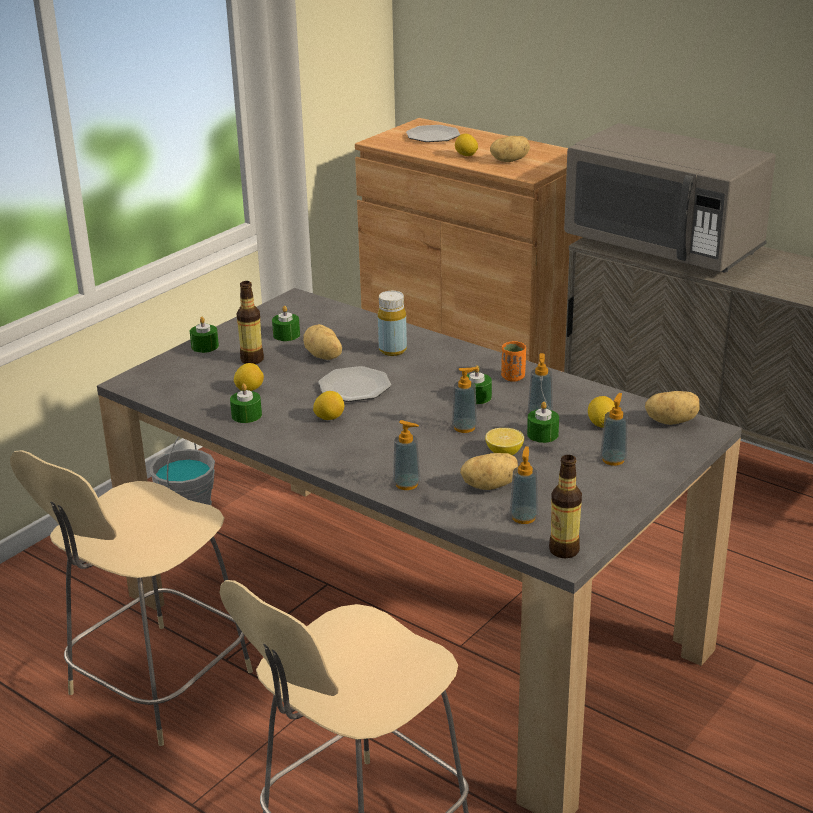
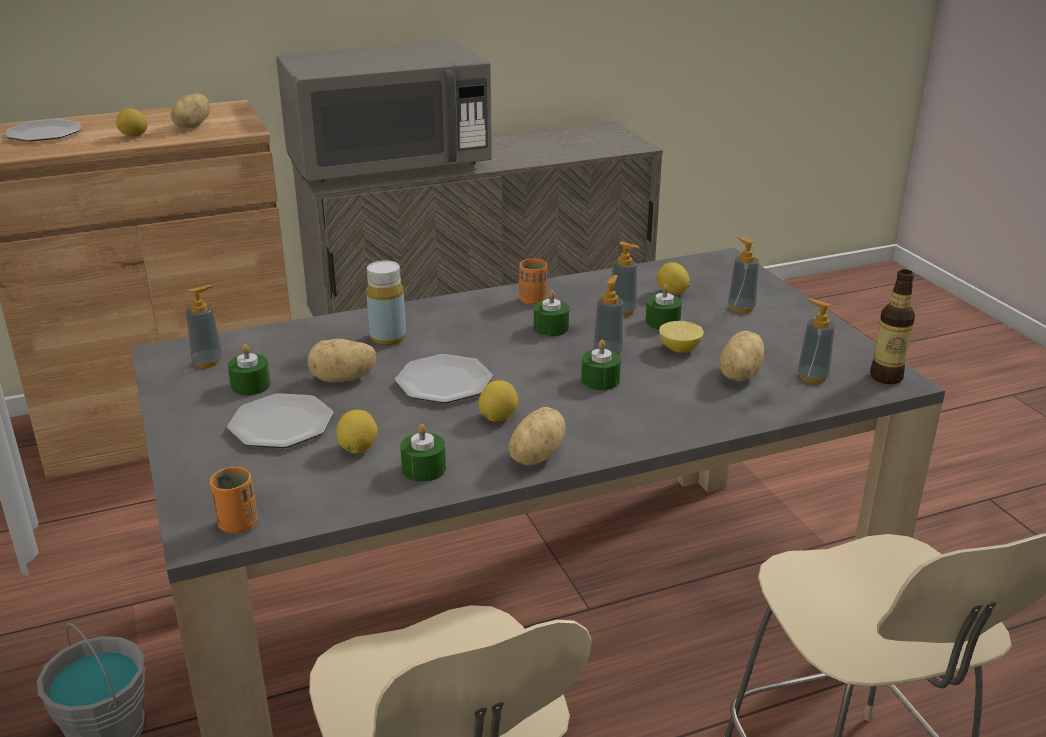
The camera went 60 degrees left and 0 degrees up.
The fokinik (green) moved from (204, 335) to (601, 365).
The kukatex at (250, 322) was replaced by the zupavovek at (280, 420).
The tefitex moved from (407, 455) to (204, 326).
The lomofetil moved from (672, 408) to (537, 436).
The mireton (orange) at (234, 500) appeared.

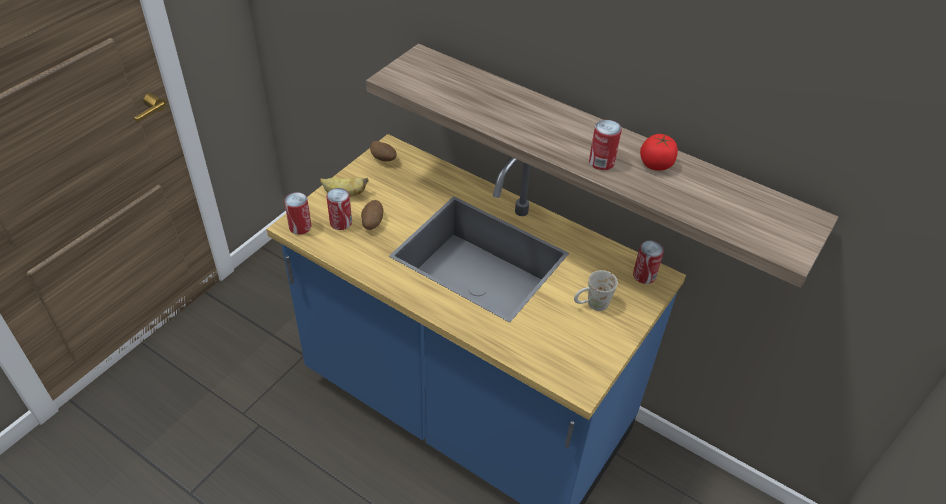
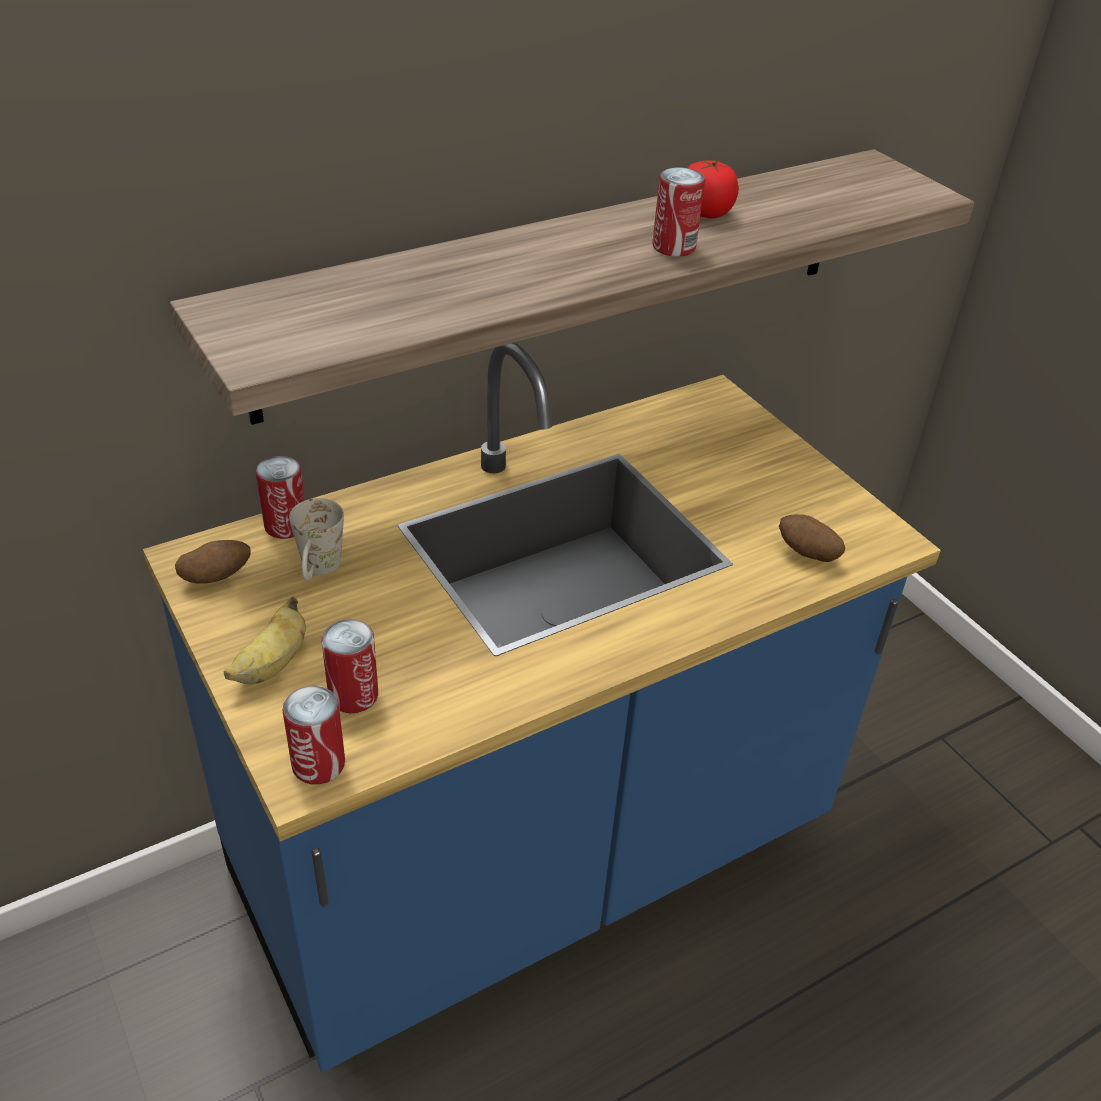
The camera went 65 degrees left and 5 degrees down.
The lomofetil moved from (372, 215) to (812, 538).
The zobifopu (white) moved from (596, 290) to (316, 539).
The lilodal moved from (648, 262) to (280, 497).

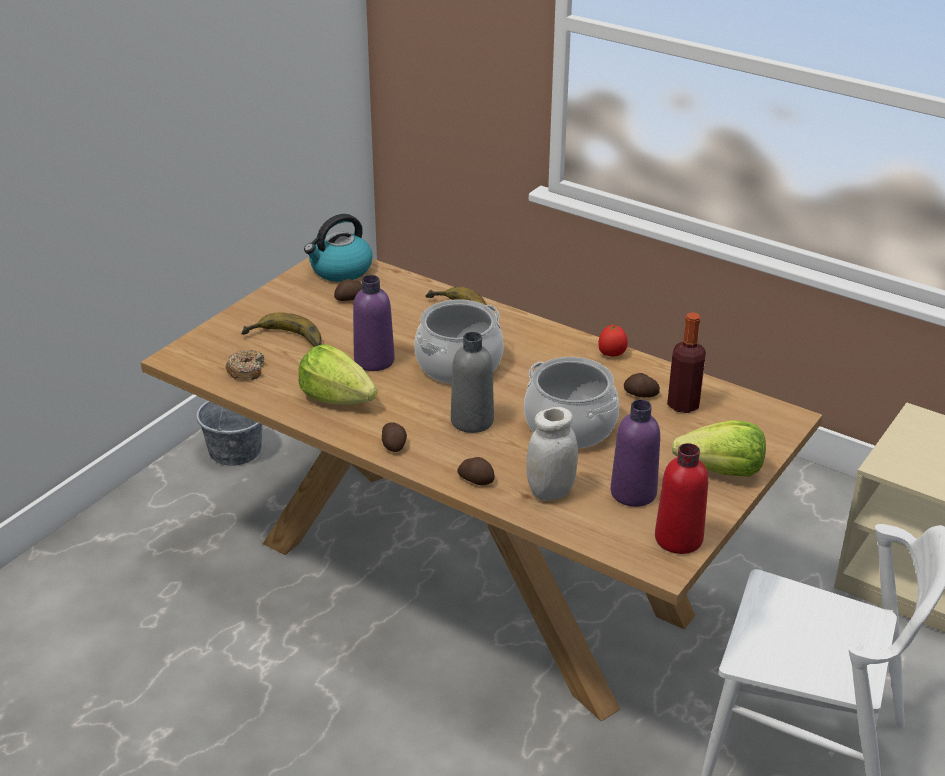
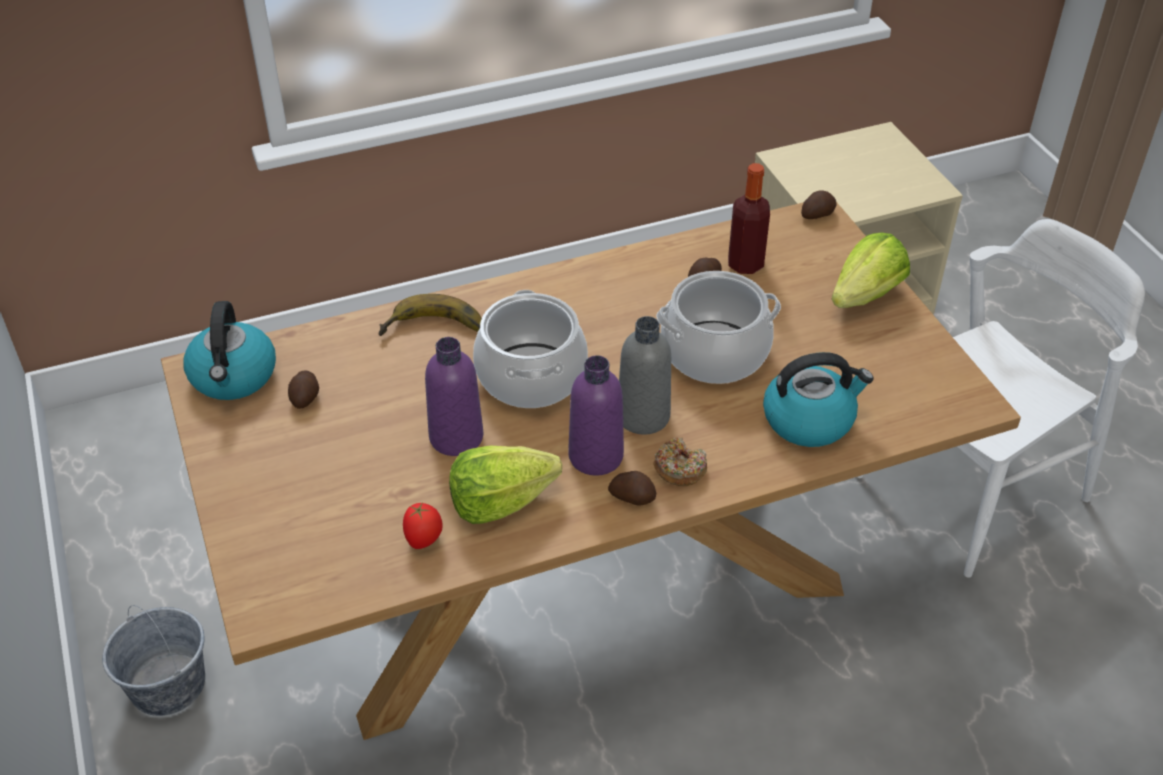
The camera went 55 degrees left and 10 degrees up.
The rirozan moved from (245, 365) to (680, 462).
The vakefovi at (281, 330) disappeared.
The lomofetil moved from (476, 471) to (819, 204).
The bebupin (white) at (552, 454) was replaced by the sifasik at (818, 399).
The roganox moved from (613, 341) to (423, 525).
The kukatex (purple) moved from (635, 453) to (596, 415).
The kukatex (red) at (681, 498) disappeared.

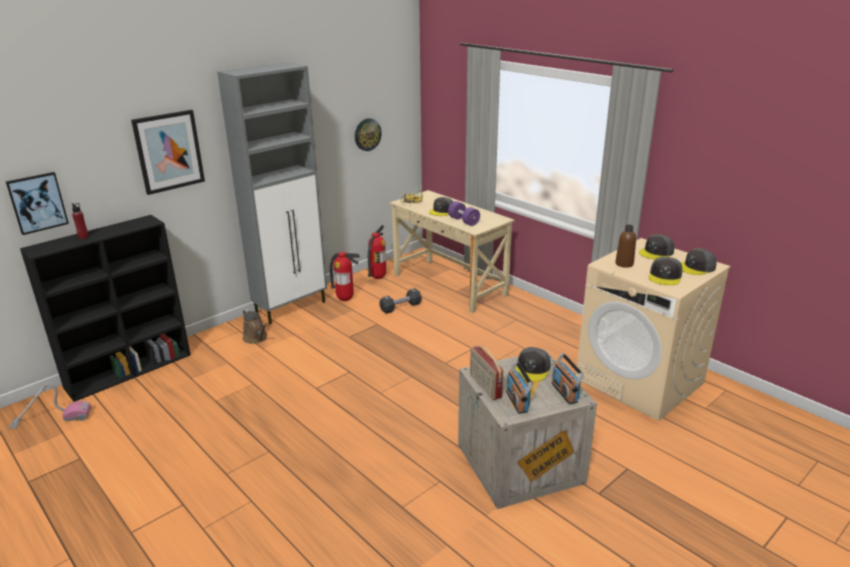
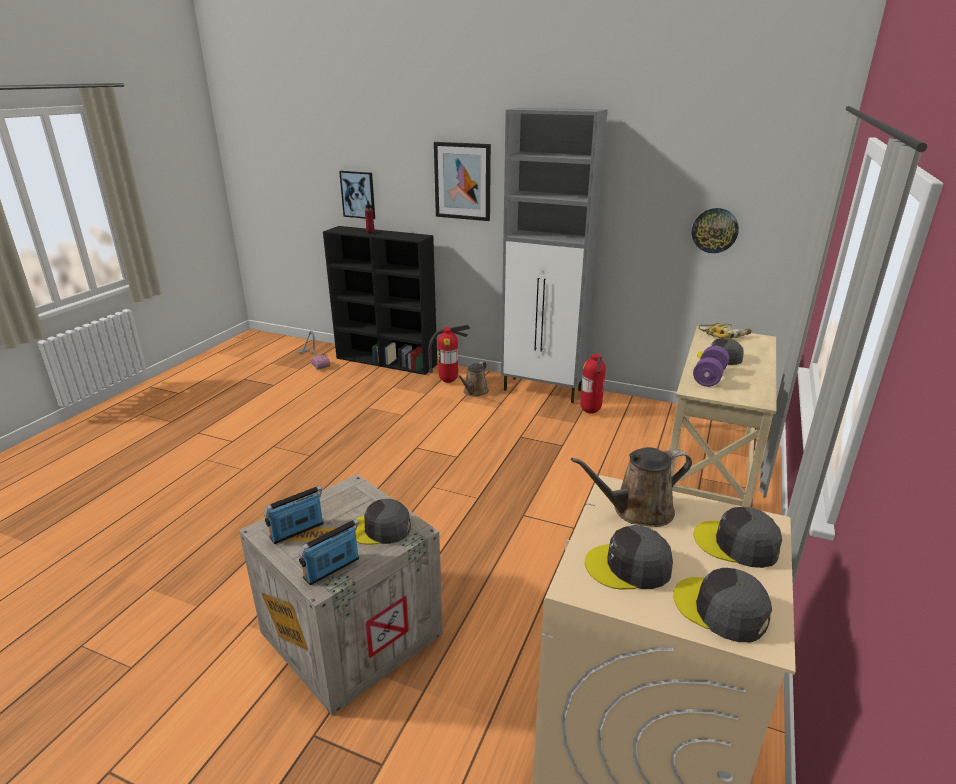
The camera went 65 degrees right and 0 degrees up.
The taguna moved from (377, 252) to (449, 354).
The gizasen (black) at (400, 301) disappeared.
The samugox at (486, 373) disappeared.
The kukatex (brown) at (626, 246) was replaced by the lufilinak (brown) at (631, 487).

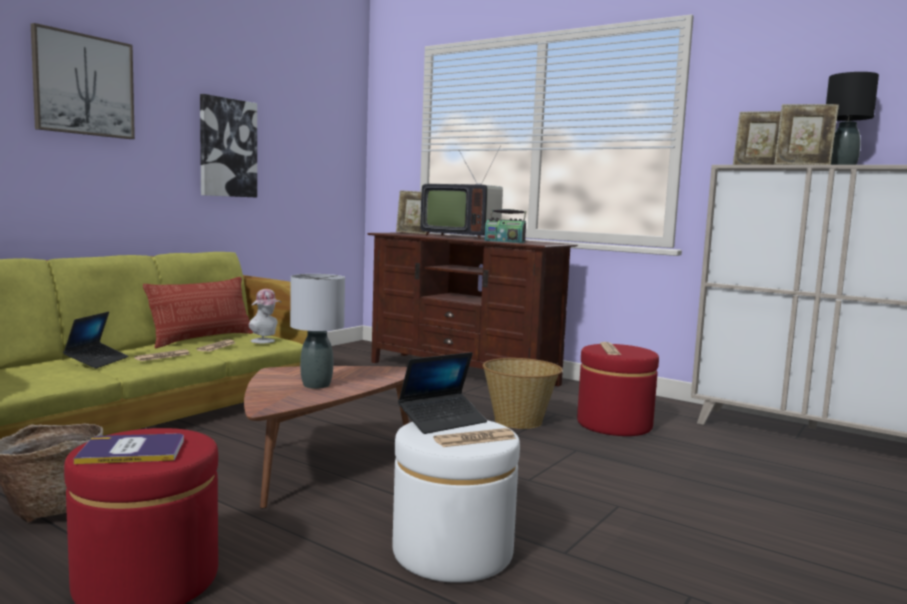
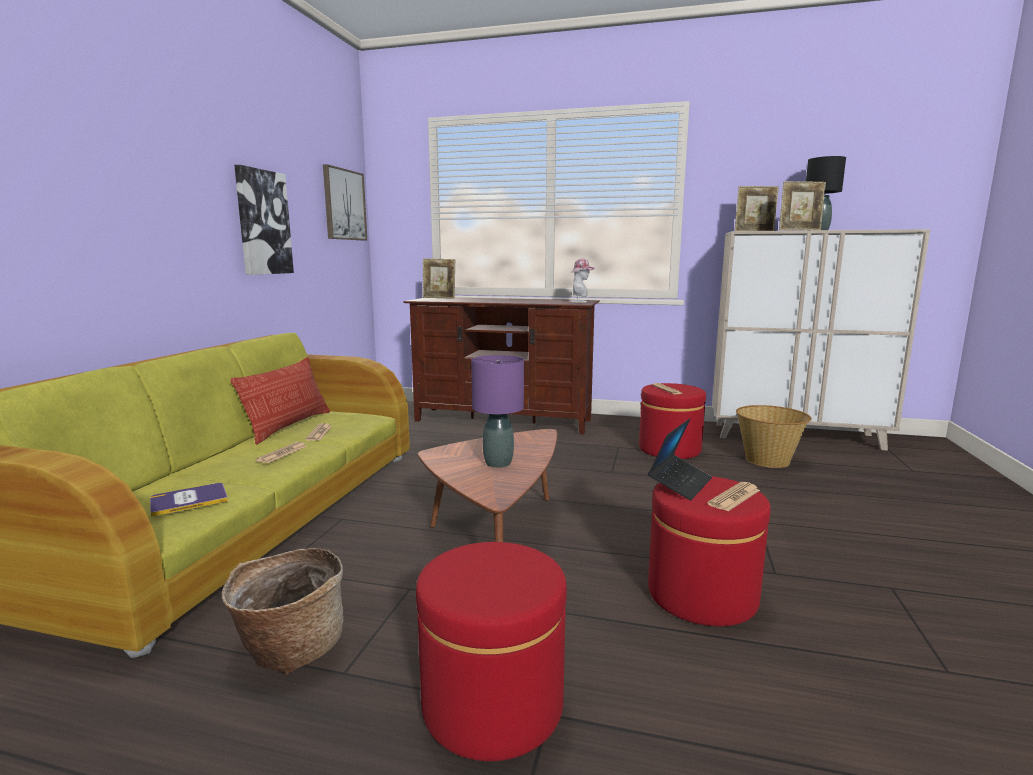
The camera went 20 degrees left and 5 degrees up.
The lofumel moved from (83, 81) to (345, 202).
The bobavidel at (96, 340) disappeared.
The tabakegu moved from (129, 449) to (189, 500).
The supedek moved from (264, 316) to (582, 281).
The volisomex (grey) at (317, 331) became the volisomex (purple) at (497, 411).
The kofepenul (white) at (456, 501) became the kofepenul (red) at (709, 551).
The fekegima at (461, 192) disappeared.
The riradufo moved from (523, 393) to (773, 436).
The samugox at (505, 226) disappeared.

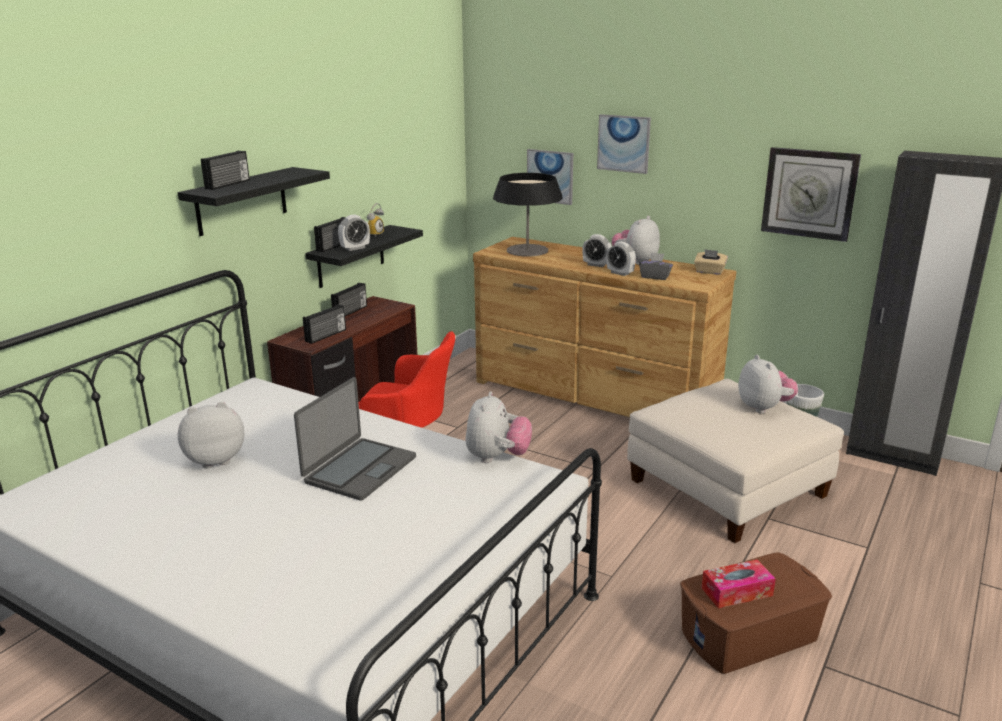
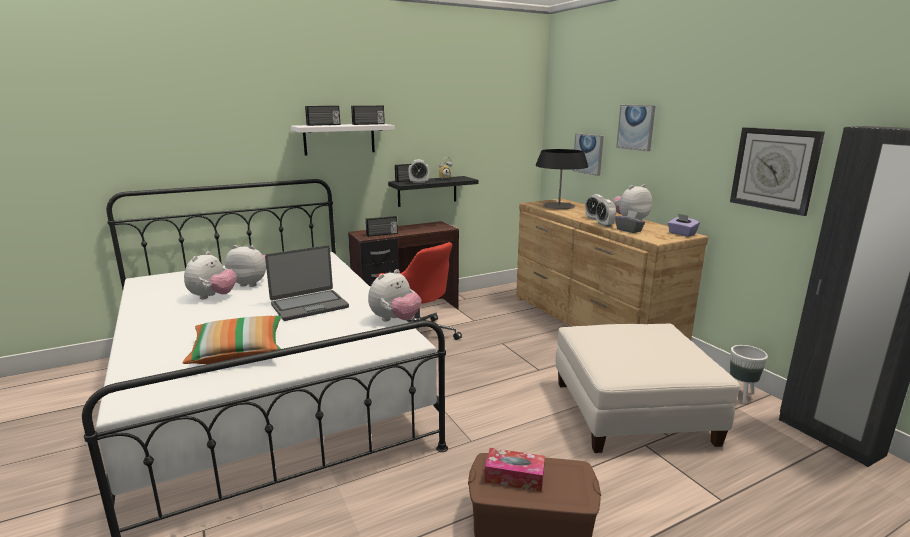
The camera went 30 degrees right and 5 degrees down.
The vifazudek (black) at (254, 201) became the vifazudek (white) at (343, 139).
The samugox moved from (349, 299) to (368, 115).
The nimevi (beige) at (711, 262) became the nimevi (purple) at (684, 225).
The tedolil moved from (768, 384) to (210, 275).
The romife at (232, 340) appeared.

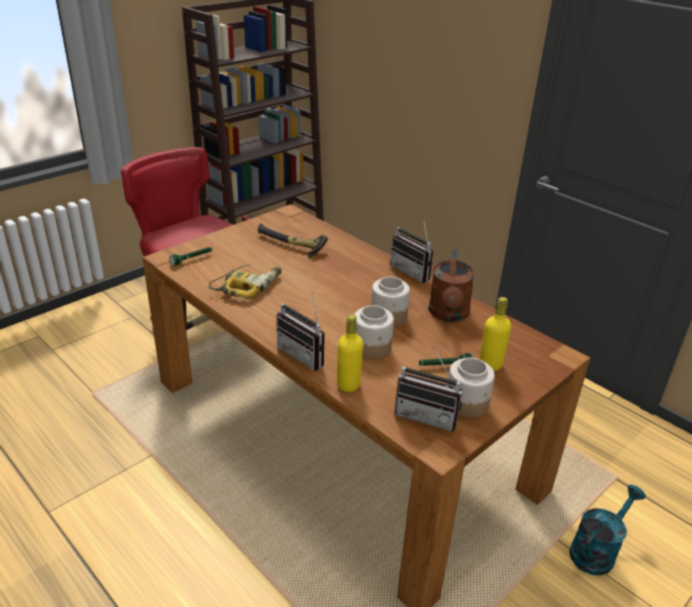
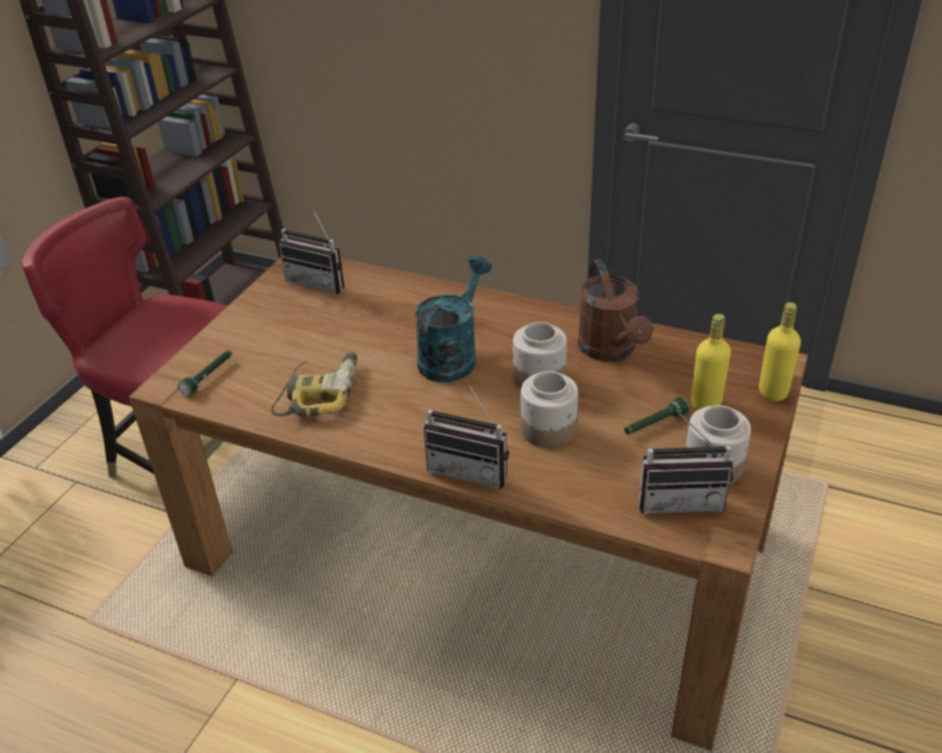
The camera went 20 degrees left and 5 degrees up.
The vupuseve at (293, 241) disappeared.
The kukatex (yellow) moved from (350, 353) to (780, 351).
The samugox moved from (411, 250) to (311, 251).
The lufilinak (turquoise) moved from (607, 530) to (453, 318).

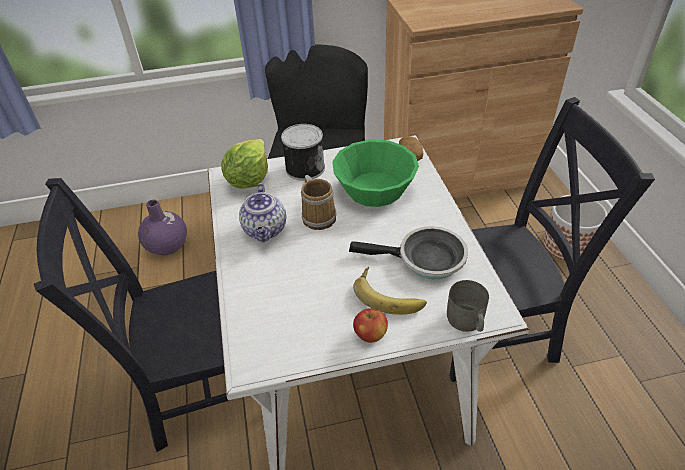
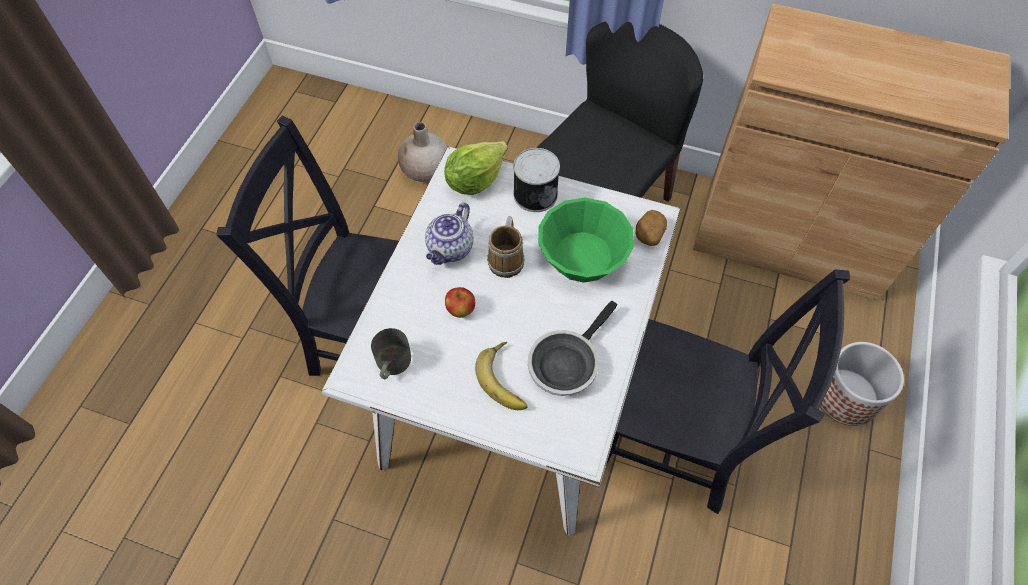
The camera went 30 degrees right and 15 degrees up.
The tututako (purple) at (162, 227) became the tututako (beige) at (423, 152).
The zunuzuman at (408, 252) turned 90 degrees clockwise.
The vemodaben moved from (370, 326) to (460, 302).
The zobifopu (grey) moved from (468, 306) to (391, 353).

